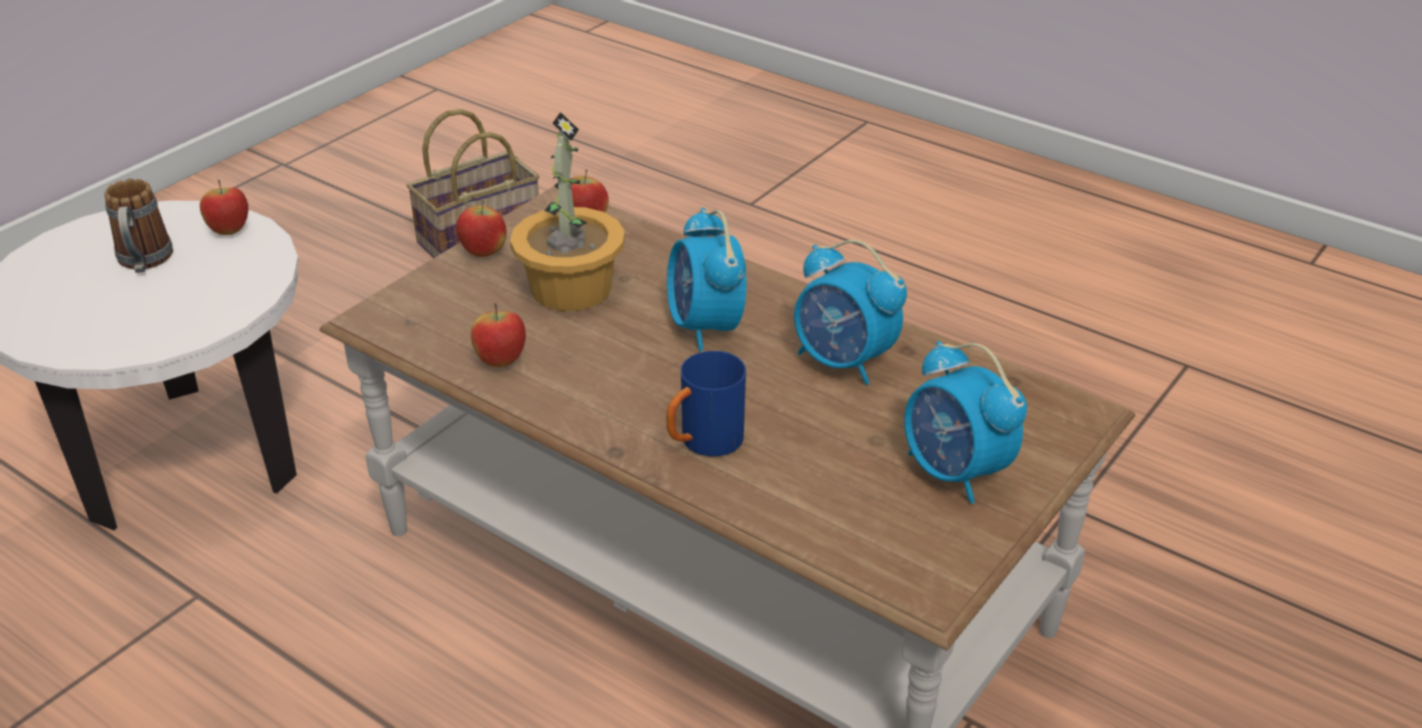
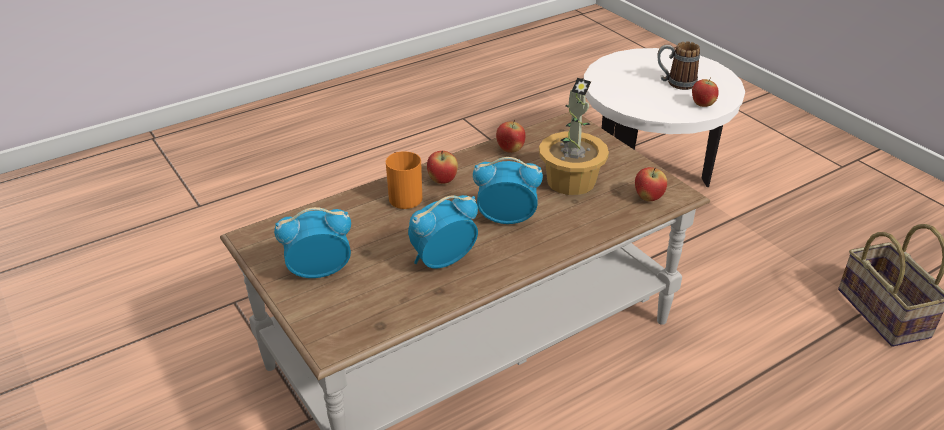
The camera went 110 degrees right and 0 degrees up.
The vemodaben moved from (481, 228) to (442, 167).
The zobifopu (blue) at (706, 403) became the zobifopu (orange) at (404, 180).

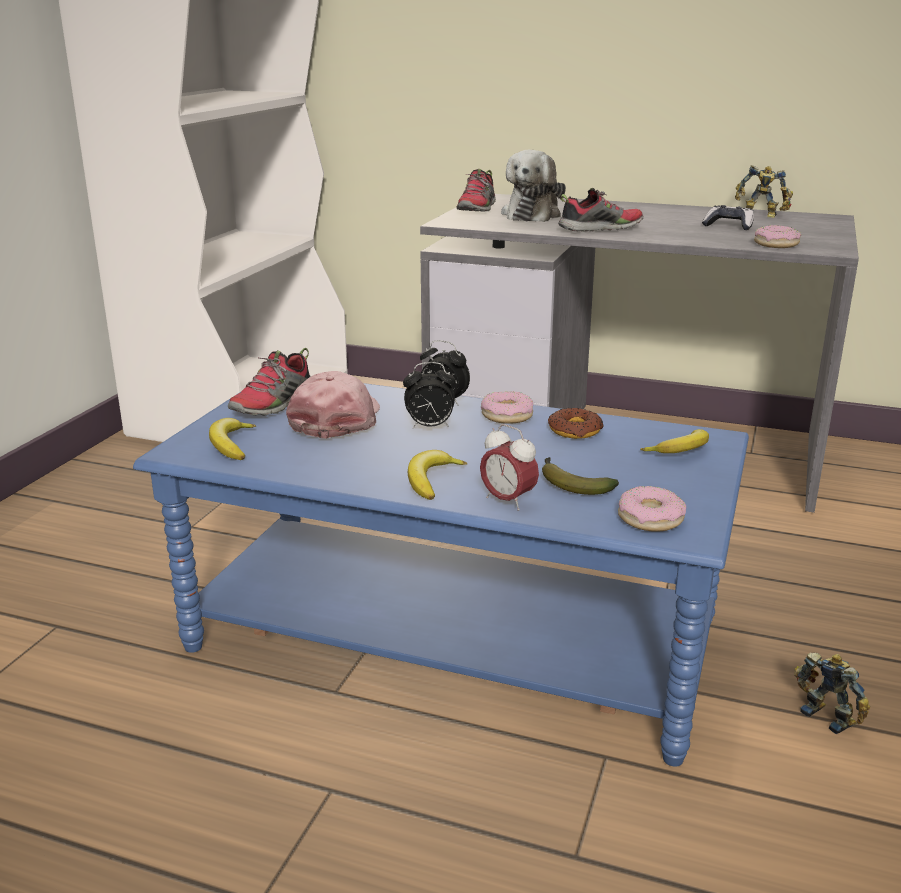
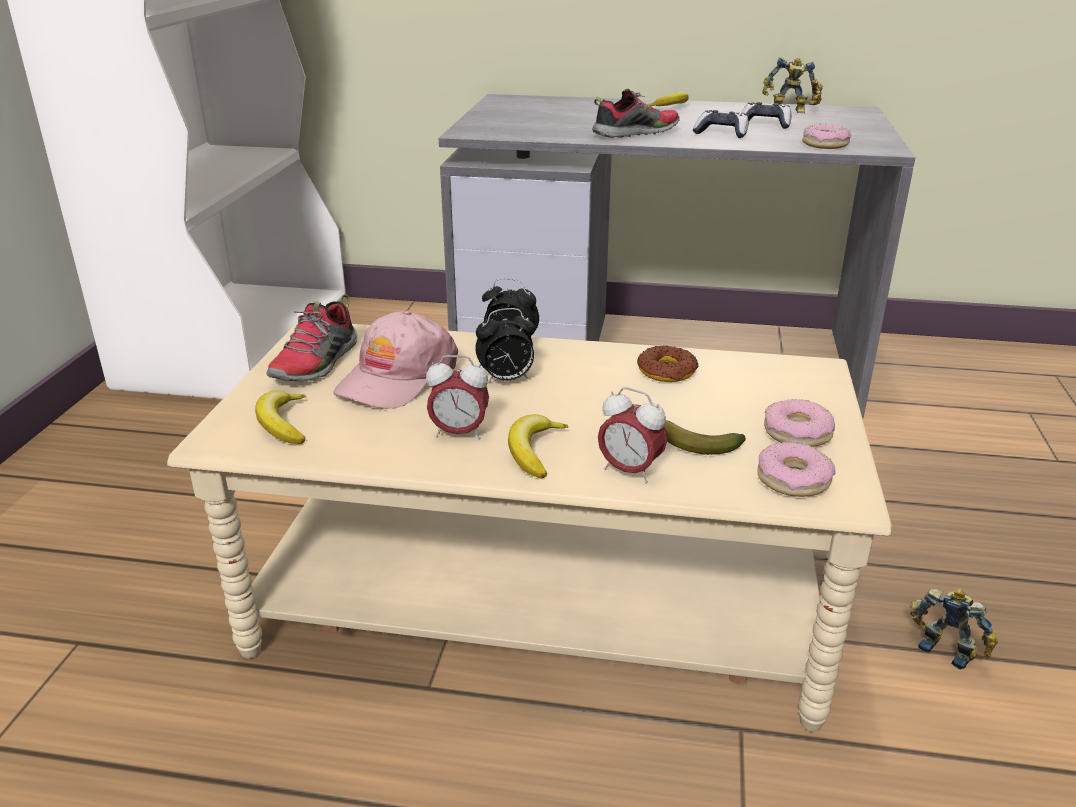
The camera went 10 degrees left and 5 degrees up.
The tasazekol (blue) at (441, 575) became the tasazekol (beige) at (529, 527).
The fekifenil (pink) at (333, 405) turned 150 degrees counterclockwise.
The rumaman at (476, 190) disappeared.
The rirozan moved from (507, 407) to (799, 423).
The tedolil at (533, 186) disappeared.
The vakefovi moved from (674, 441) to (667, 99).
The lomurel at (457, 397) appeared.
The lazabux at (721, 124) appeared.

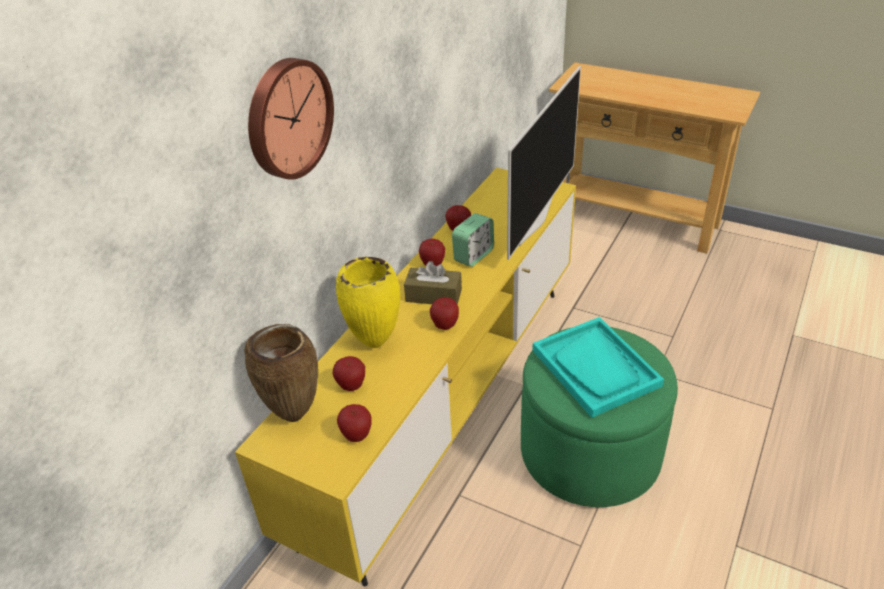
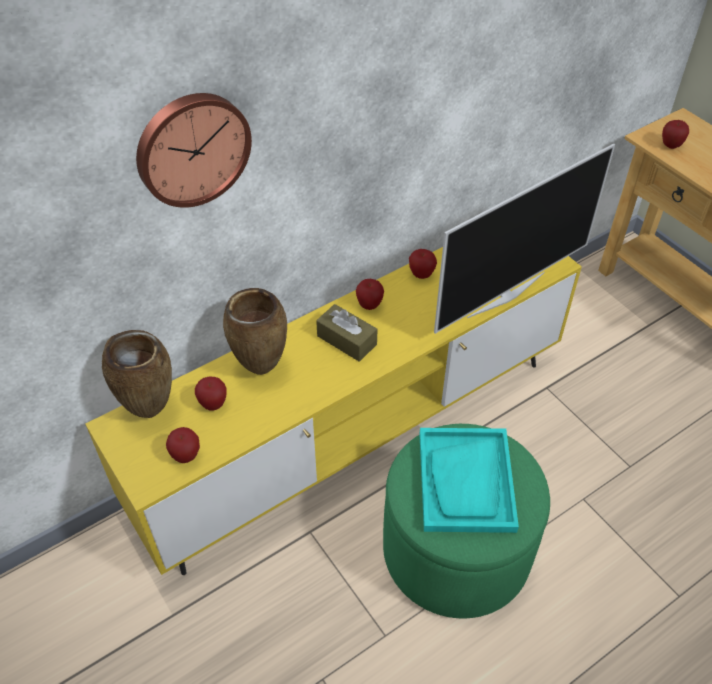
The camera went 25 degrees right and 10 degrees up.
The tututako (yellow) at (368, 302) became the tututako (brown) at (255, 331).
The vemodaben moved from (444, 313) to (675, 134).
The lomurel at (473, 240) disappeared.

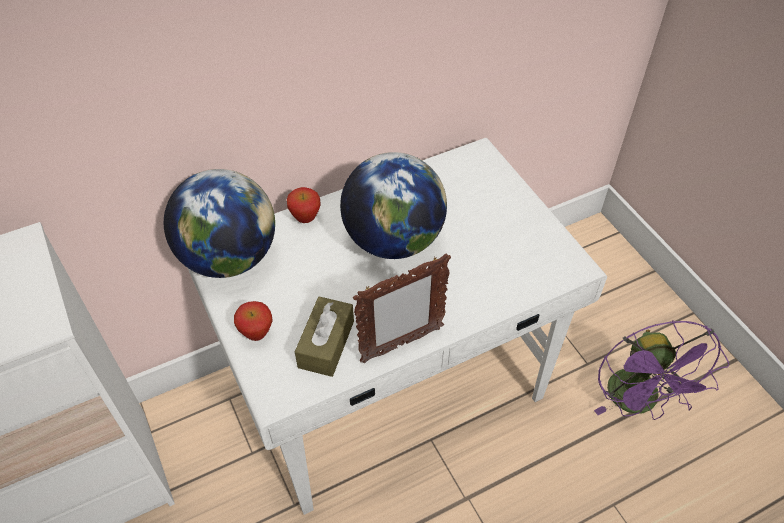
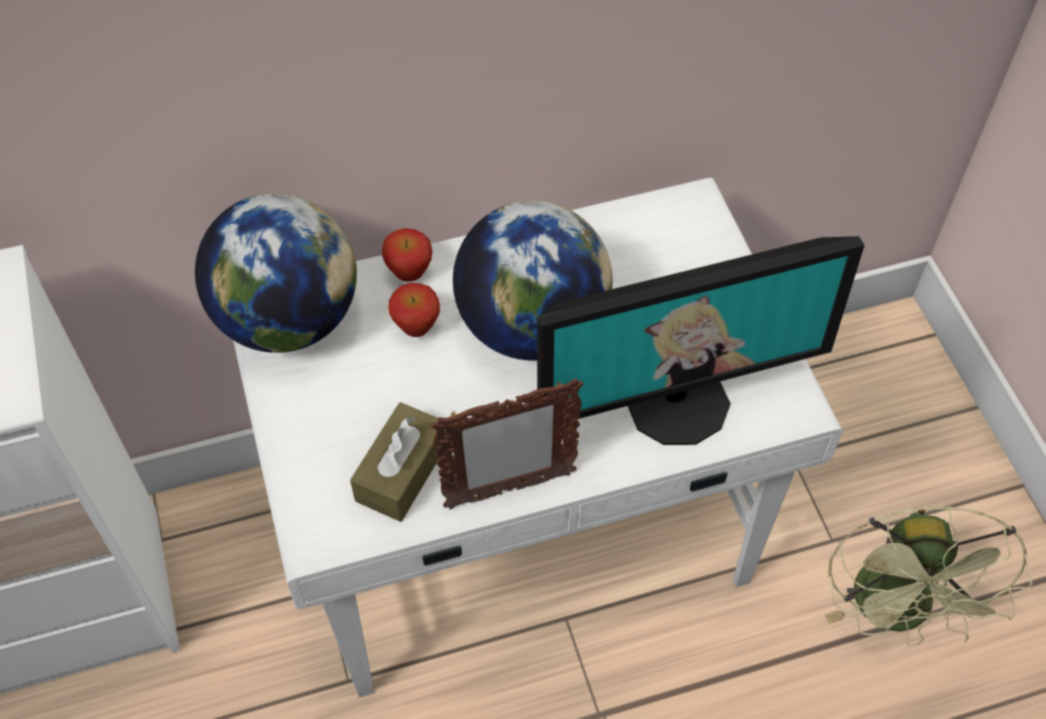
The camera went 10 degrees right and 5 degrees up.
The vemodaben moved from (253, 321) to (414, 310).
The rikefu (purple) at (661, 370) became the rikefu (green) at (928, 576).
The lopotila at (701, 340) appeared.

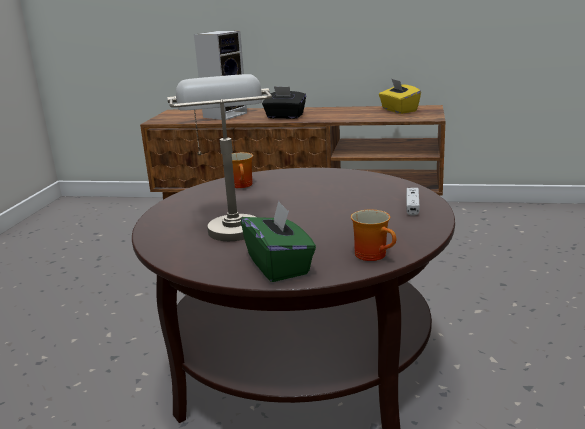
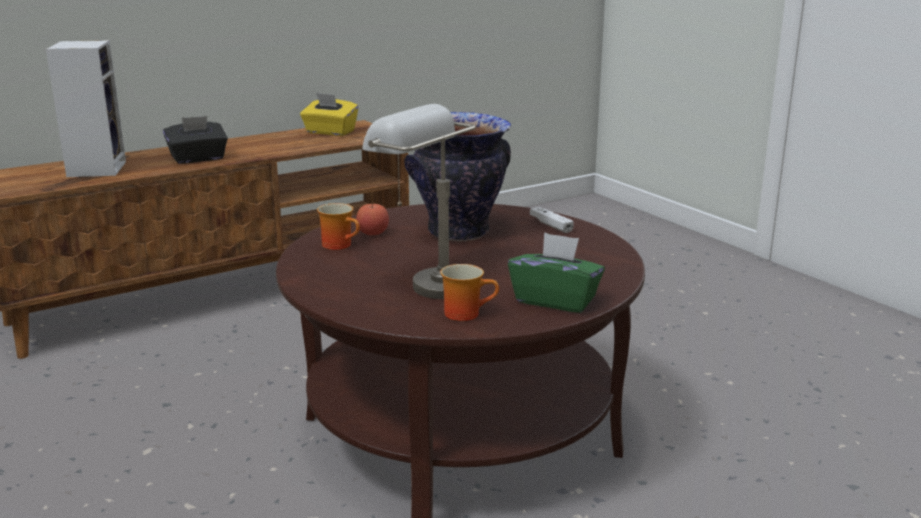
The camera went 45 degrees left and 0 degrees up.
The zobifopu moved from (373, 235) to (469, 292).
The vemodaben at (372, 216) appeared.
The tututako at (457, 176) appeared.

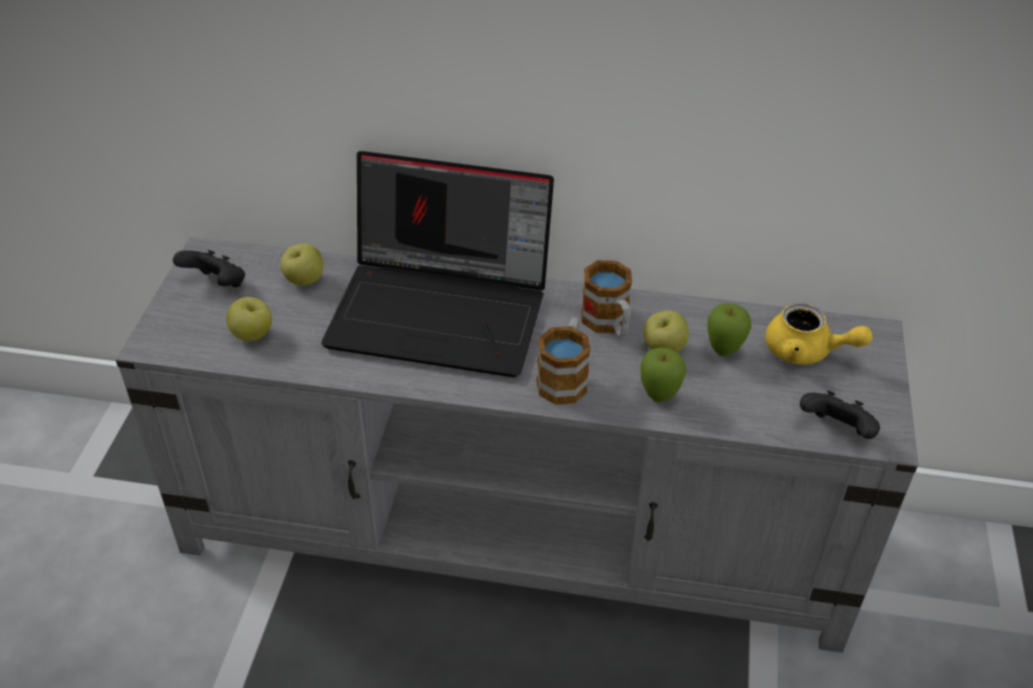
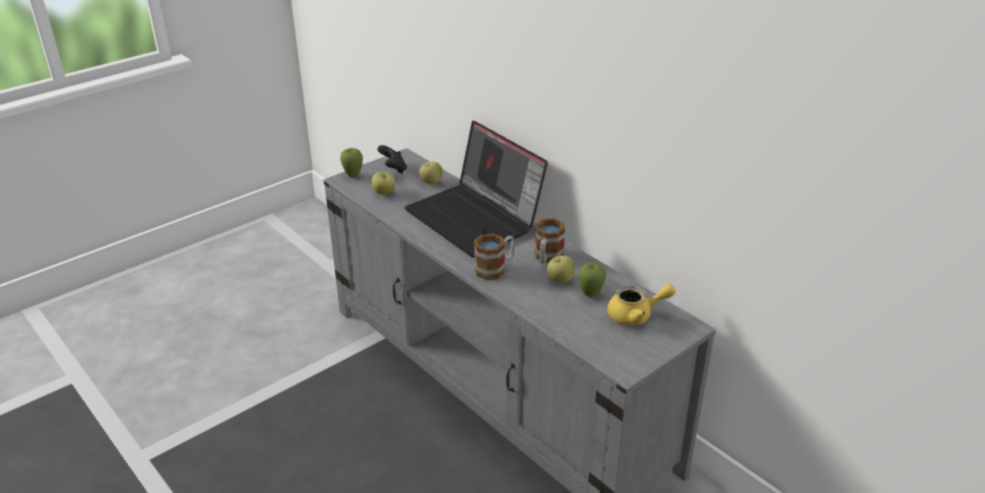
The camera went 40 degrees right and 10 degrees down.
The vemodaben moved from (663, 375) to (351, 162).
The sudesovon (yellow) at (819, 333) turned 75 degrees counterclockwise.
The lazabux (black) at (840, 415) disappeared.

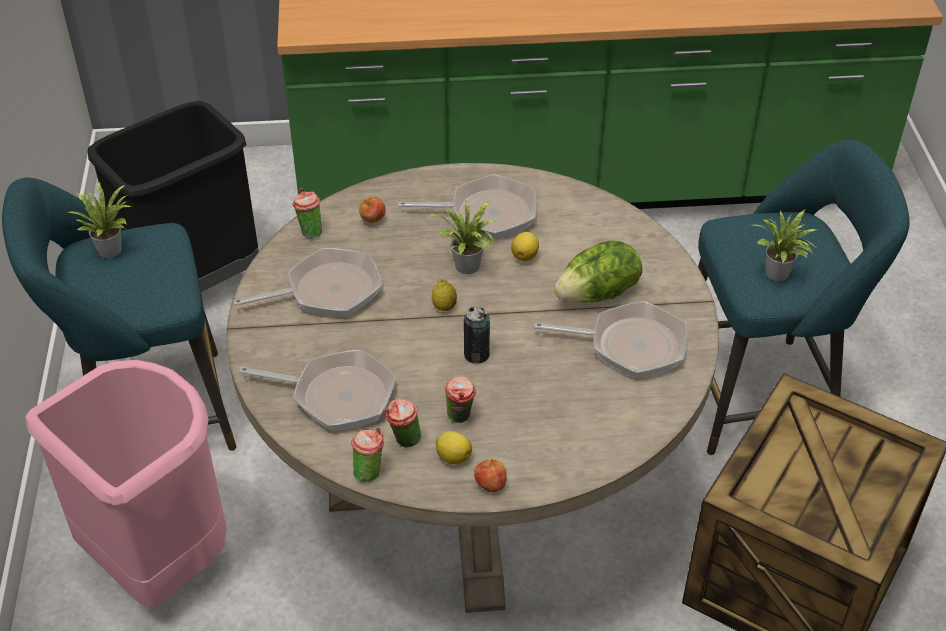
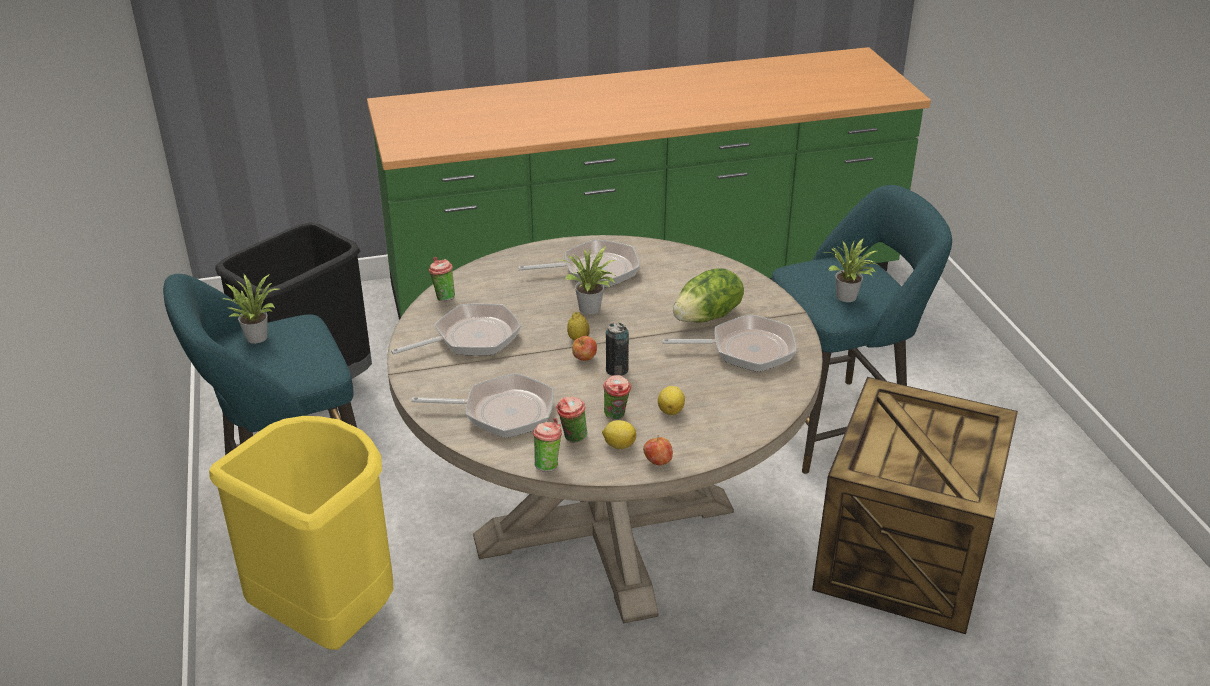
The camera went 10 degrees left and 10 degrees down.
The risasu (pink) at (126, 484) became the risasu (yellow) at (301, 533).
The vemodaben moved from (372, 210) to (584, 348).
The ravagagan moved from (525, 247) to (671, 400).

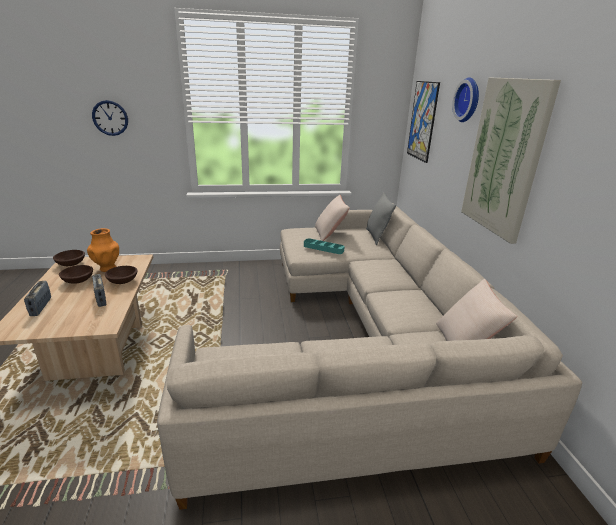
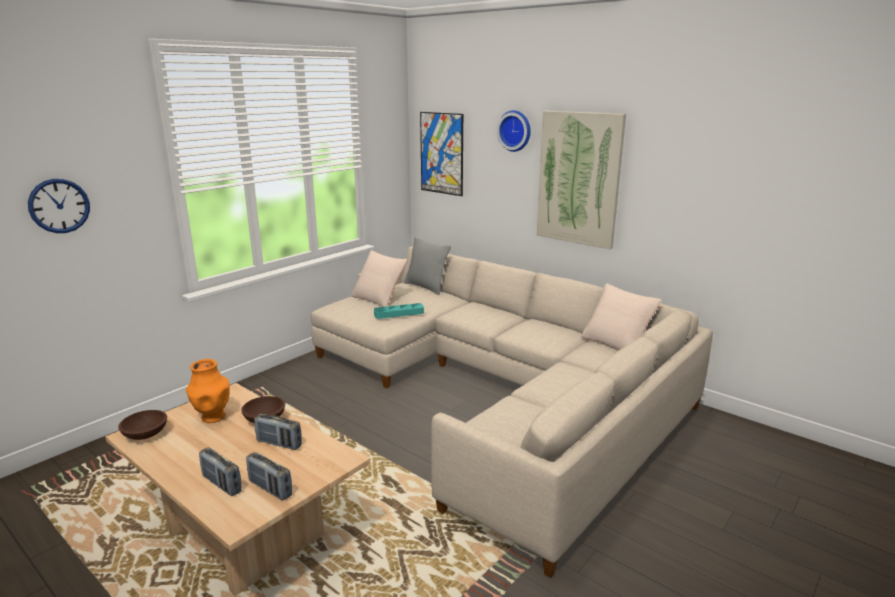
The camera went 40 degrees left and 5 degrees down.
The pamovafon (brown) at (76, 274) disappeared.
The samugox at (269, 476) appeared.

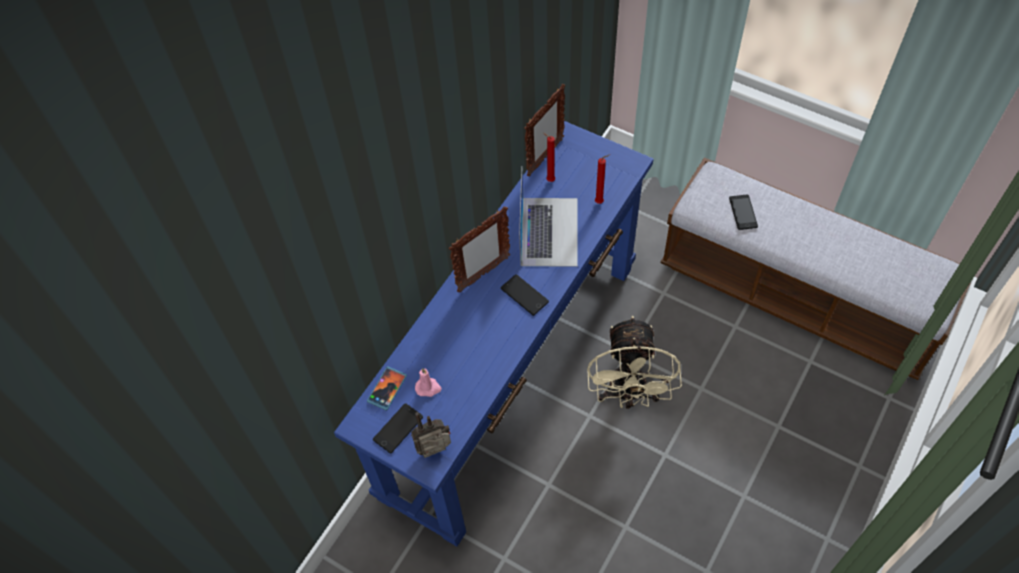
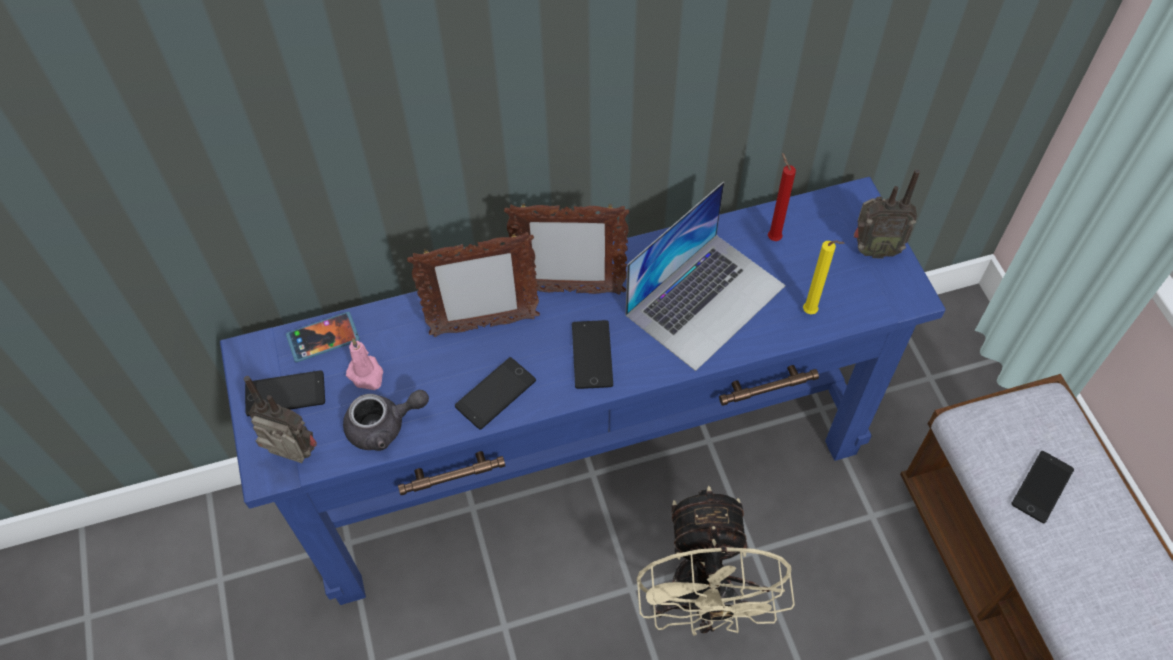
The camera went 40 degrees right and 0 degrees up.
The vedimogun moved from (544, 130) to (473, 284).
The rikefu (beige) at (634, 362) turned 45 degrees counterclockwise.
The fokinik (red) at (602, 179) became the fokinik (yellow) at (824, 277).
The sudesovon (grey) at (386, 420) appeared.
The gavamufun at (495, 393) appeared.
The samugox at (887, 213) appeared.

